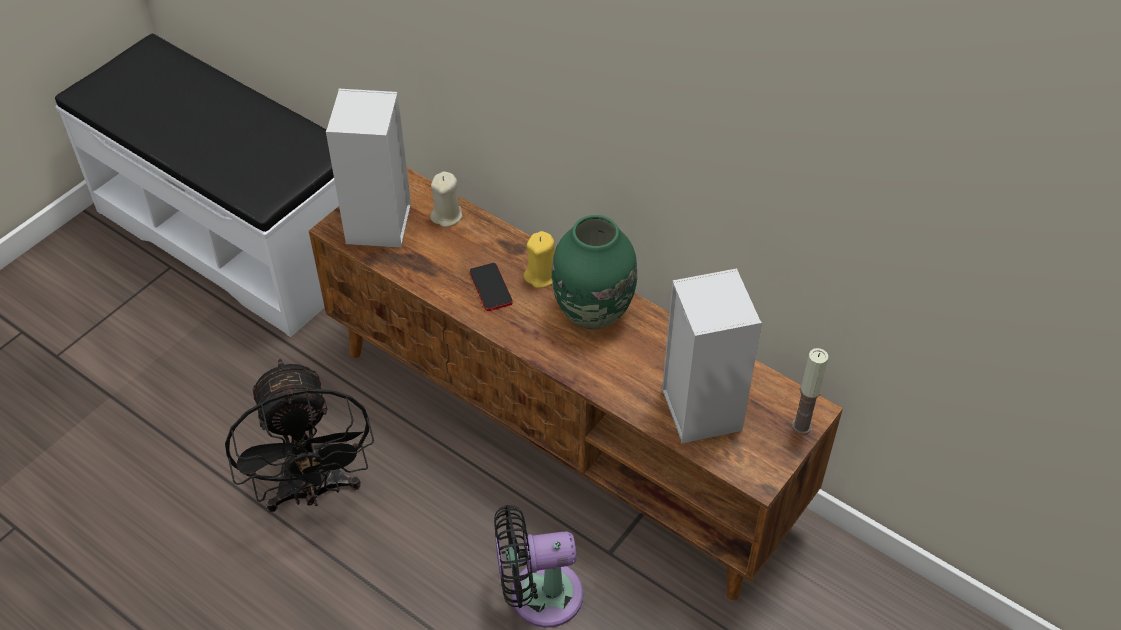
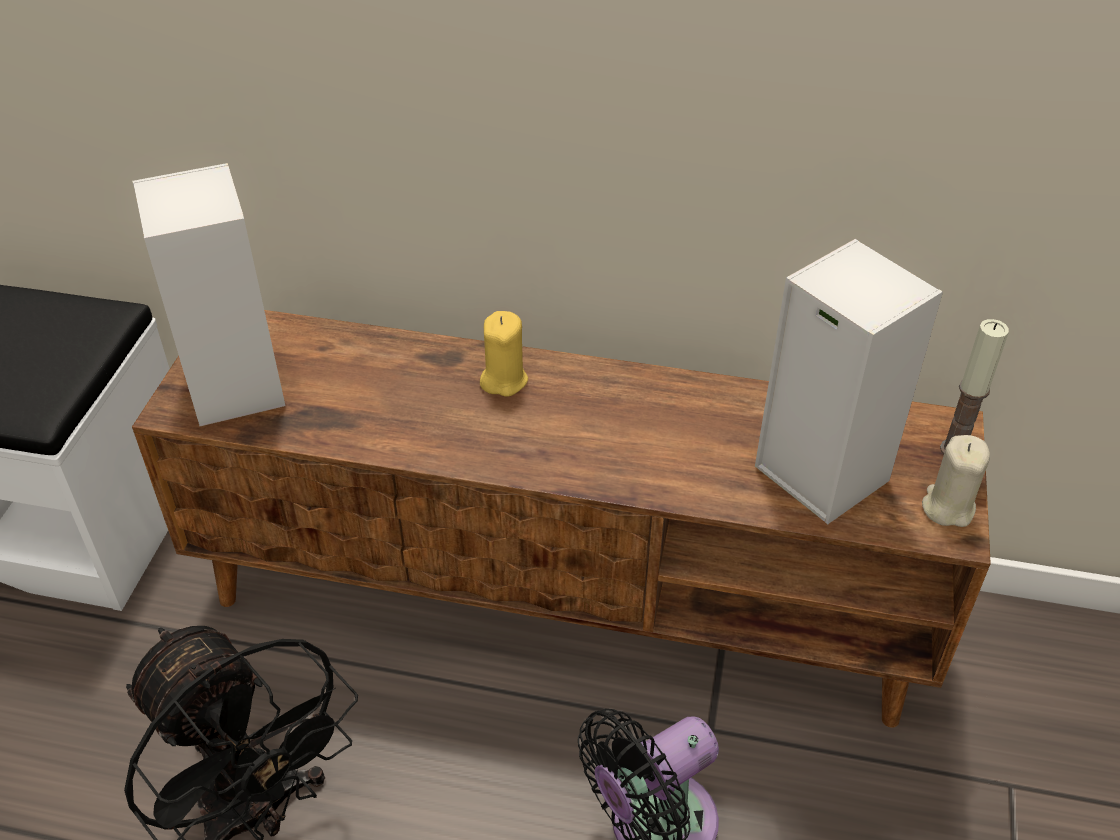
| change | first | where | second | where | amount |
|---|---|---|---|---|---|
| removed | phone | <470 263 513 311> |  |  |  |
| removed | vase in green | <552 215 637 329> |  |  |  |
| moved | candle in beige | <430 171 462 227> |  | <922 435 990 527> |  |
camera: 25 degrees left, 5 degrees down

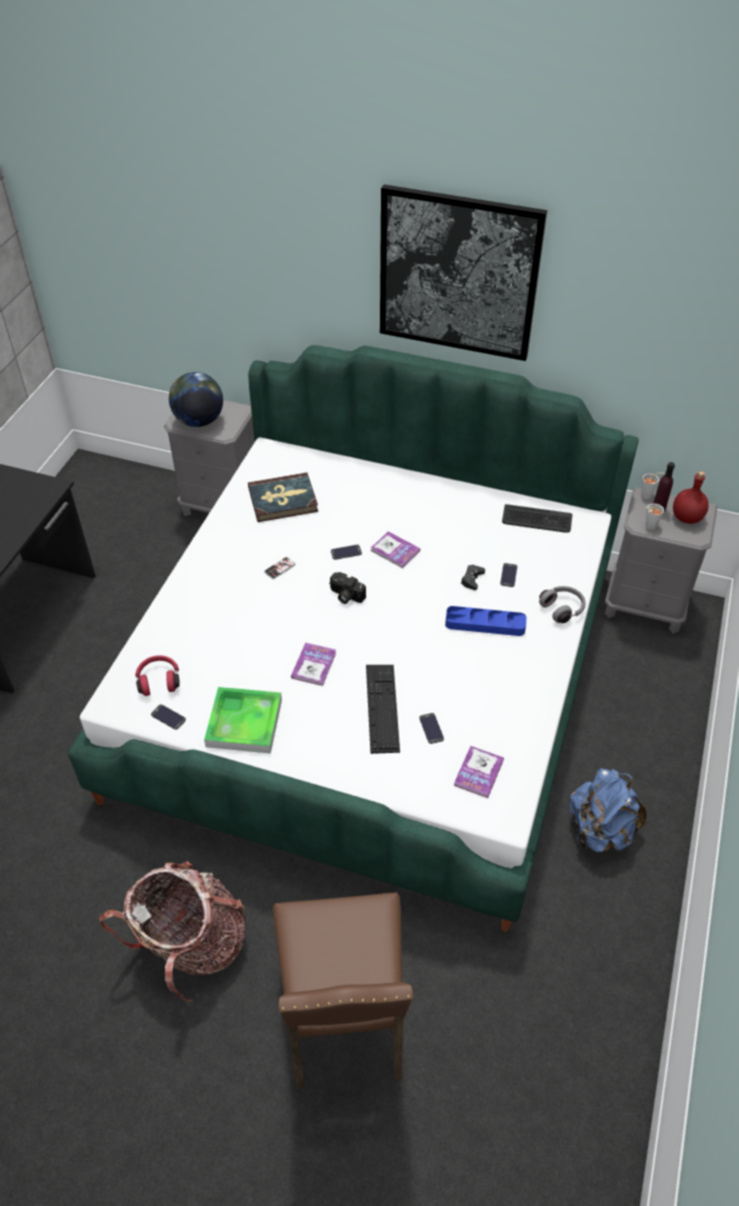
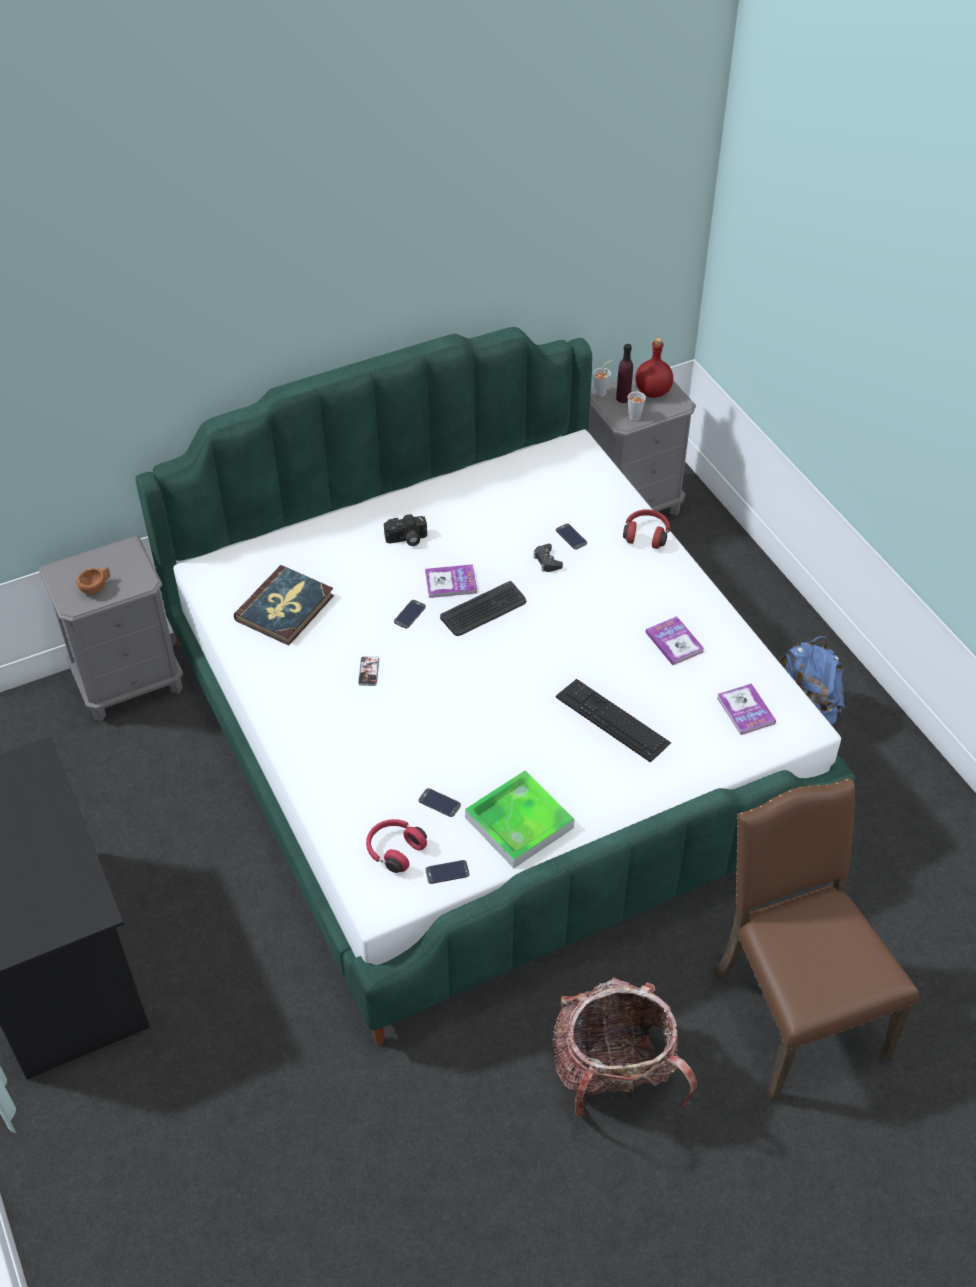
| change | first | where | second | where | amount |
|---|---|---|---|---|---|
| removed | picture | <380 185 547 361> |  |  |  |
| removed | tray in blue | <445 606 526 636> |  |  |  |
| moved | book | <291 643 336 686> |  | <646 616 705 665> |  |
| moved | photo camera | <329 572 366 604> |  | <384 514 427 546> |  |
| moved | phone | <419 713 444 744> |  | <419 788 461 817> |  |
| moved | keyboard | <502 504 572 533> |  | <440 581 526 636> |  |
| replaced | globe | <169 372 223 427> | cup in brown | <76 567 110 595> |  |
| recoloured | headphones in grey | <539 586 586 623> | headphones in red | <623 509 670 549> |  |
| turned | chair in brown | <273 892 414 1089> |  | <714 778 919 1102> | 150 degrees counterclockwise |
camera: 45 degrees left, 0 degrees up

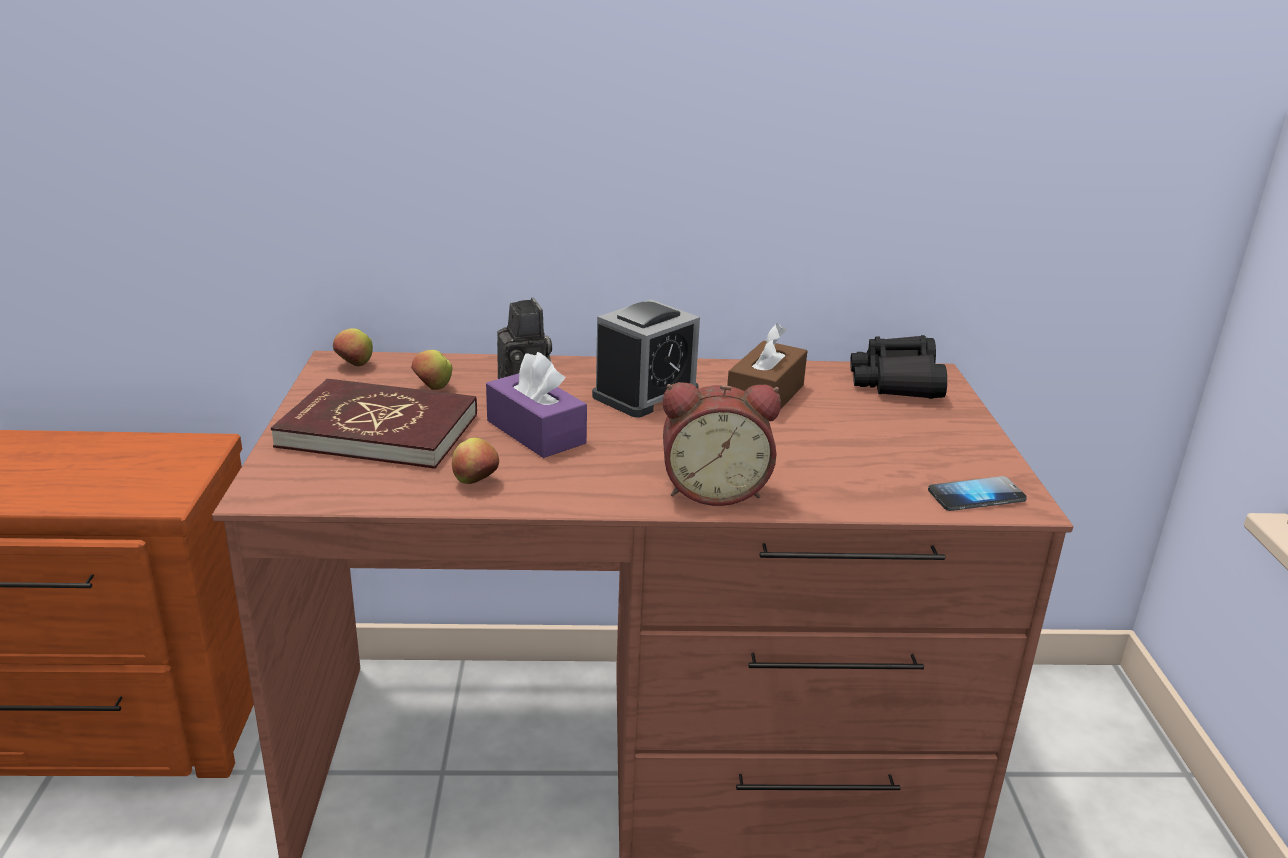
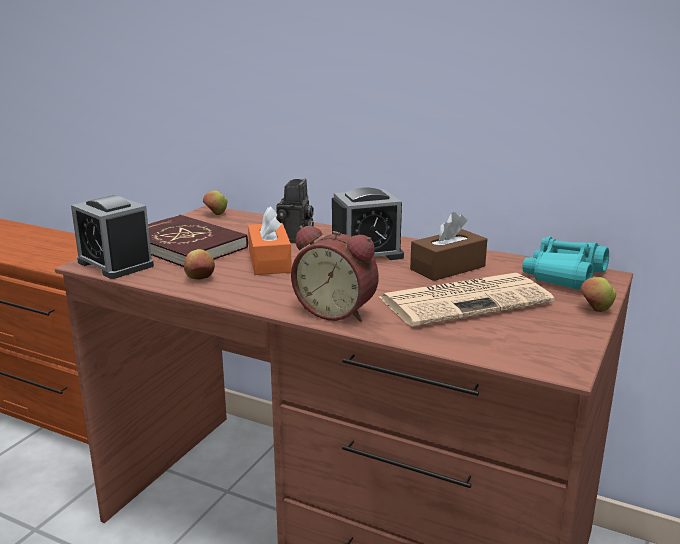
| change | first | where | second | where | amount |
|---|---|---|---|---|---|
| removed | phone | <928 476 1027 511> |  |  |  |
| added |  |  | alarm clock | <71 195 154 279> |  |
| added |  |  | newspaper | <380 273 555 327> |  |
| moved | apple | <411 350 453 390> |  | <580 277 616 312> |  |
| recoloured | tissue box in purple | <486 352 587 458> | tissue box in orange | <248 206 292 275> |  |
| recoloured | binoculars in black | <850 335 947 399> | binoculars in turquoise | <522 237 609 290> |  |
camera: 30 degrees right, 5 degrees down

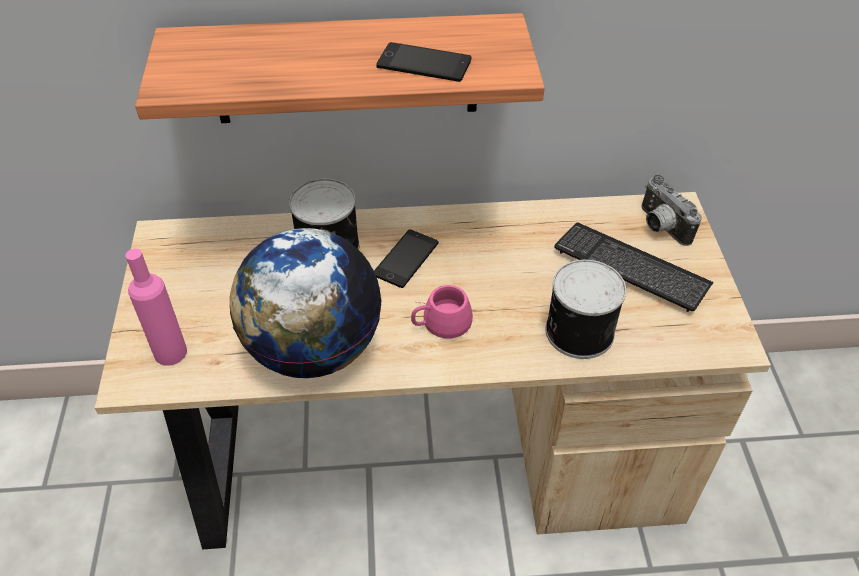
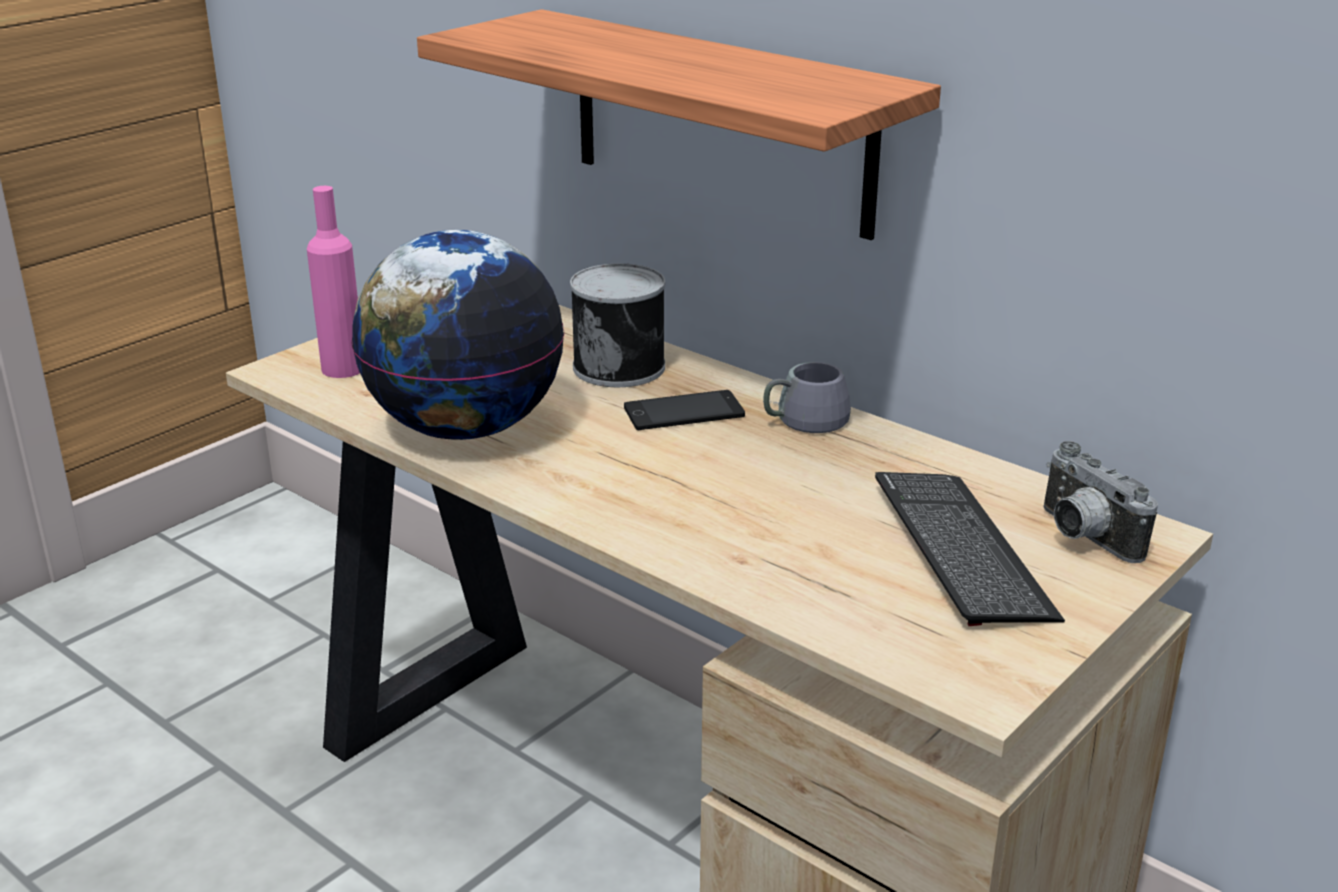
| change | first | where | second | where | amount |
|---|---|---|---|---|---|
| removed | phone | <376 42 471 82> |  |  |  |
| removed | mug in pink | <411 285 473 339> |  |  |  |
| removed | can | <545 260 626 359> |  |  |  |
| added |  |  | mug in grey | <763 362 851 433> |  |
| turned | photo camera | <641 175 702 246> |  | <1044 441 1158 563> | 45 degrees counterclockwise |
camera: 45 degrees right, 20 degrees down

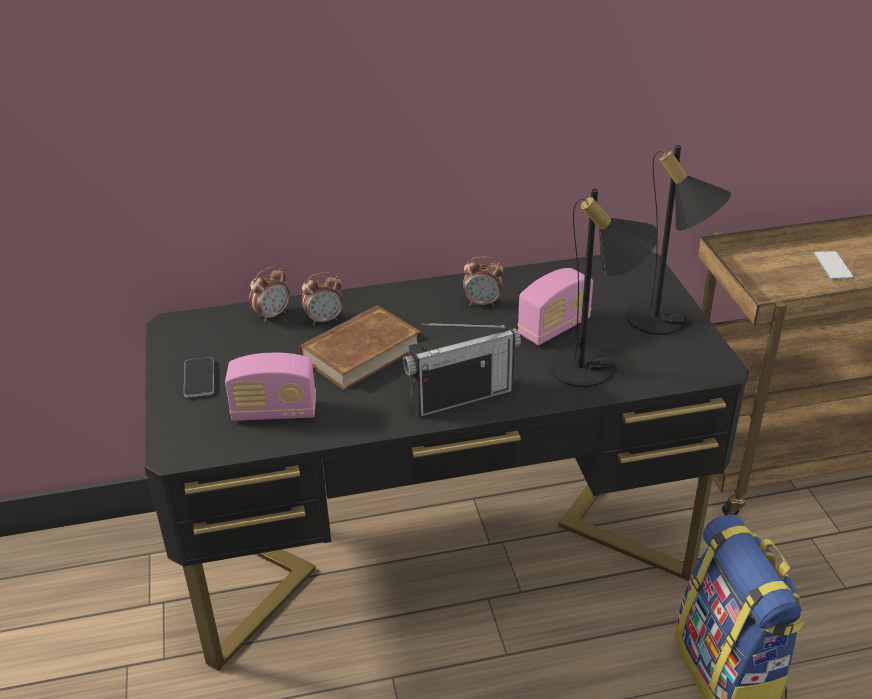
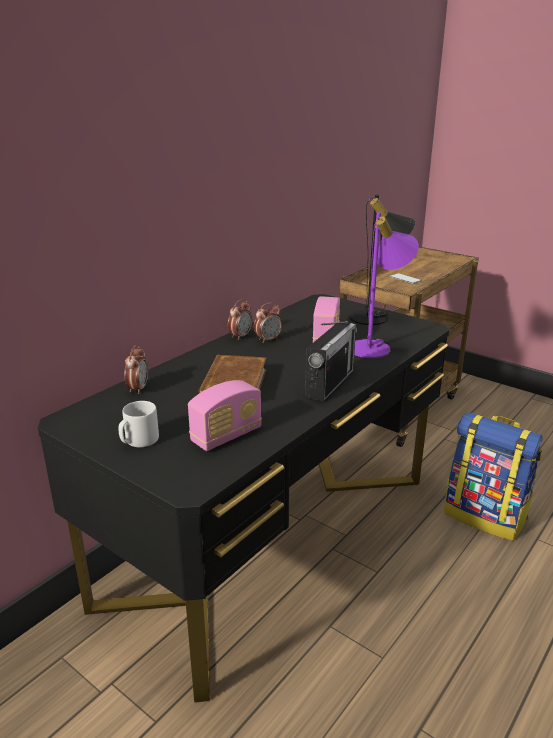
| change | first | where | second | where | amount |
|---|---|---|---|---|---|
| moved | alarm clock | <302 272 343 325> |  | <228 299 252 340> |  |
| replaced | phone | <184 357 214 398> | mug in grey | <118 401 159 447> |  |
| recoloured | table lamp in black | <550 189 658 387> | table lamp in purple | <354 212 419 358> |  |
camera: 40 degrees left, 10 degrees down

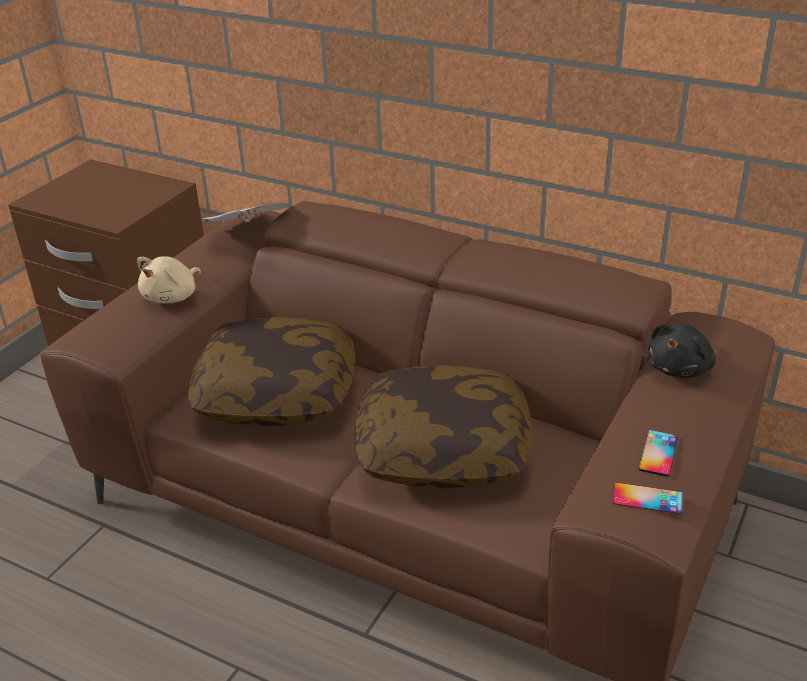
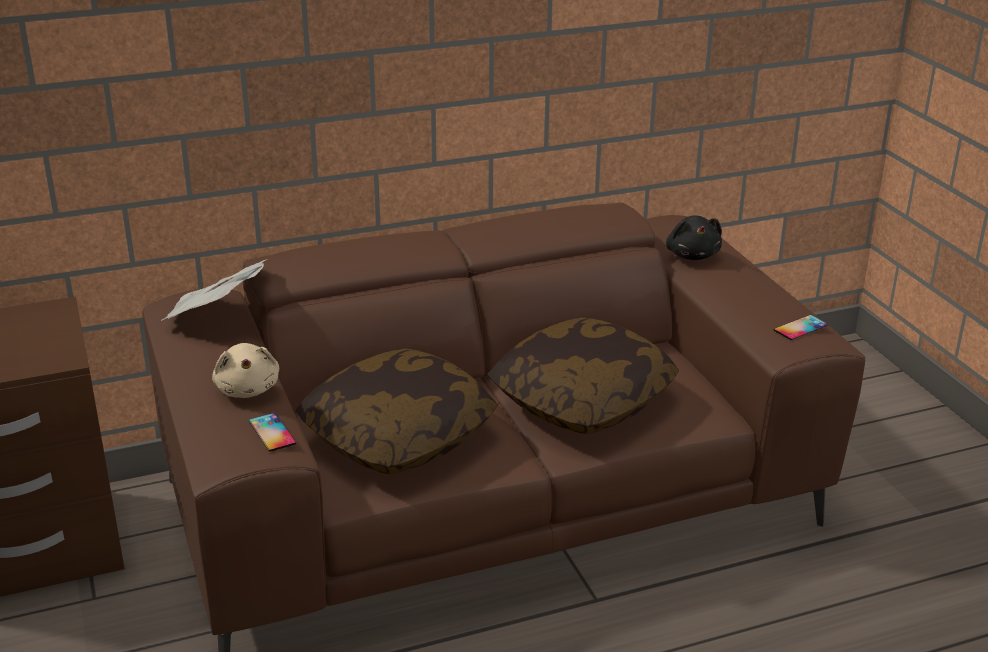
| change | first | where | second | where | amount |
|---|---|---|---|---|---|
| moved | phone | <638 430 678 476> |  | <249 413 296 452> |  |
camera: 50 degrees left, 5 degrees down

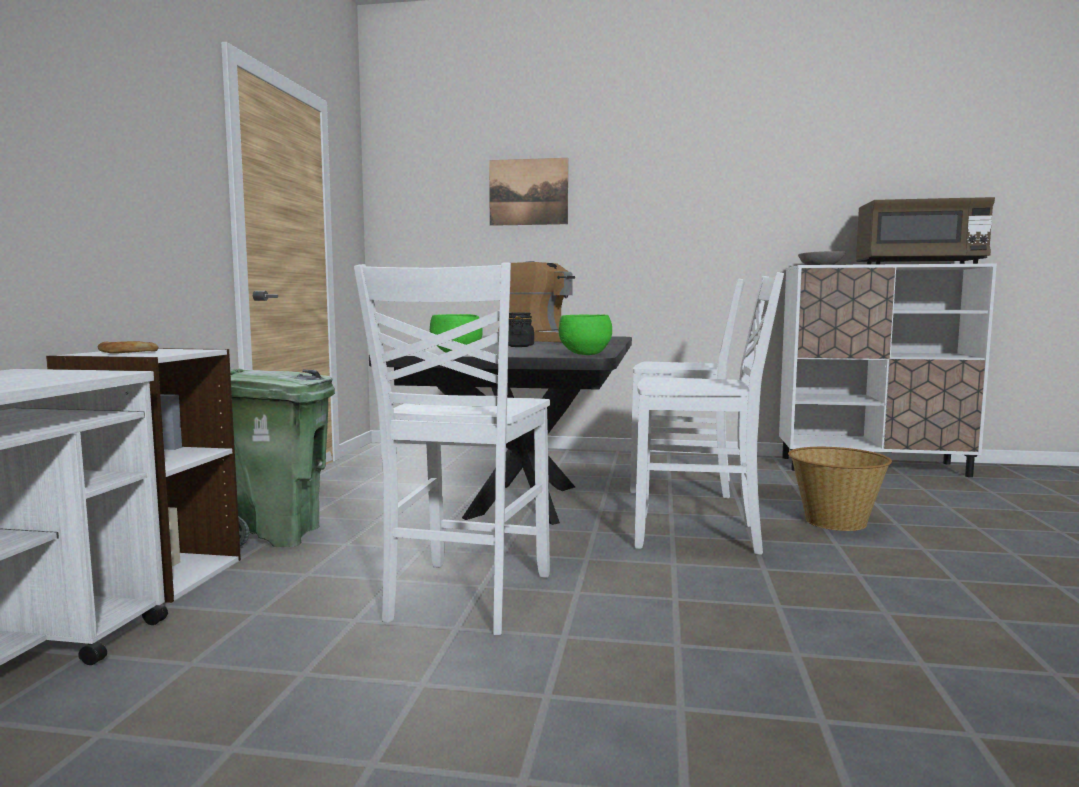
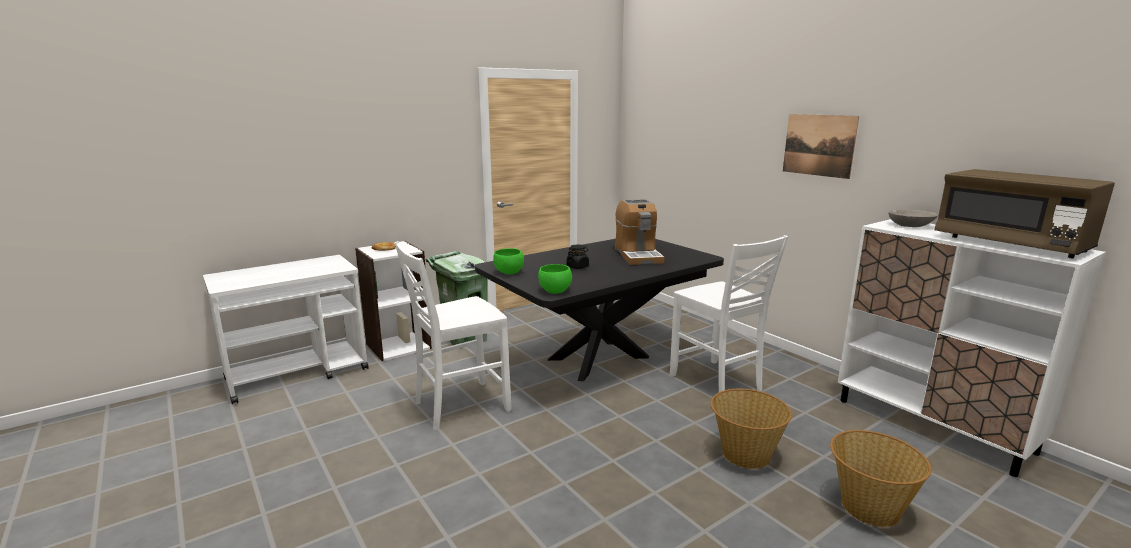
| change | first | where | second | where | amount |
|---|---|---|---|---|---|
| removed | chair in white | <635 272 784 555> |  |  |  |
| added |  |  | basket | <830 430 932 527> |  |
| moved | picture | <489 158 568 226> |  | <783 114 859 179> |  |
camera: 45 degrees right, 10 degrees up

